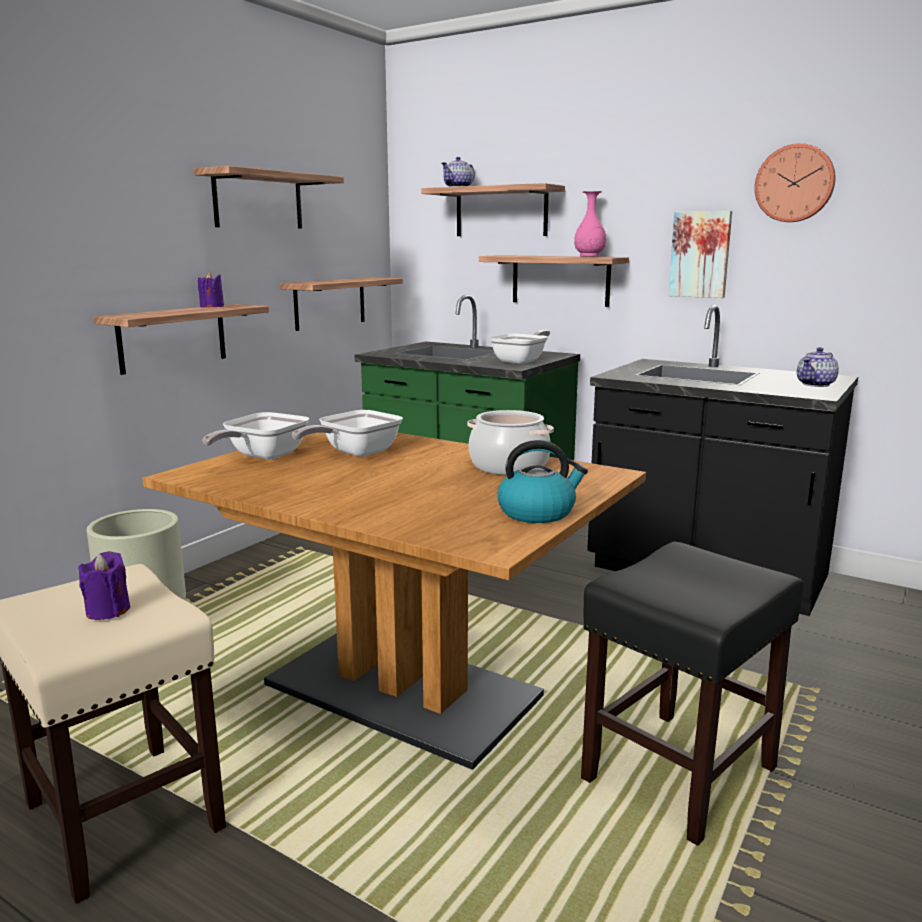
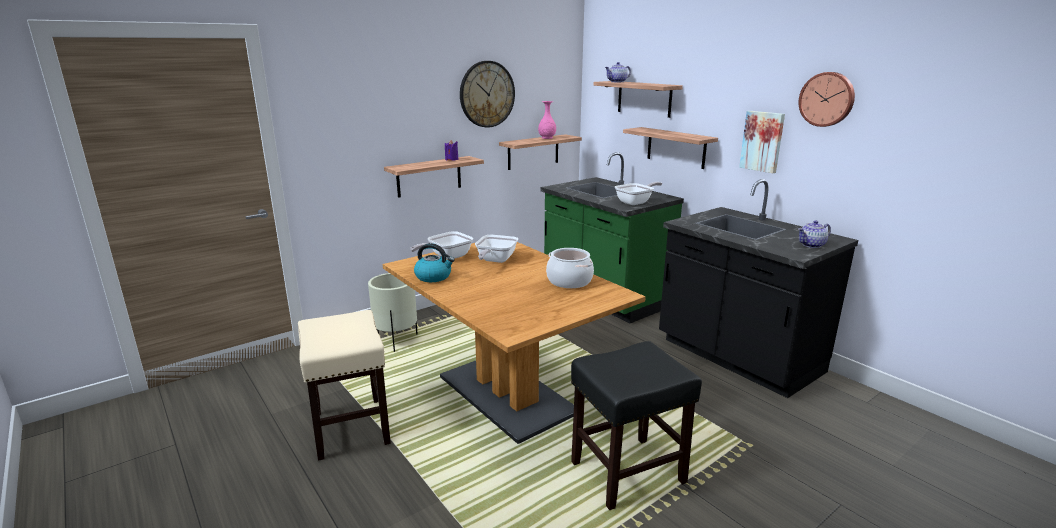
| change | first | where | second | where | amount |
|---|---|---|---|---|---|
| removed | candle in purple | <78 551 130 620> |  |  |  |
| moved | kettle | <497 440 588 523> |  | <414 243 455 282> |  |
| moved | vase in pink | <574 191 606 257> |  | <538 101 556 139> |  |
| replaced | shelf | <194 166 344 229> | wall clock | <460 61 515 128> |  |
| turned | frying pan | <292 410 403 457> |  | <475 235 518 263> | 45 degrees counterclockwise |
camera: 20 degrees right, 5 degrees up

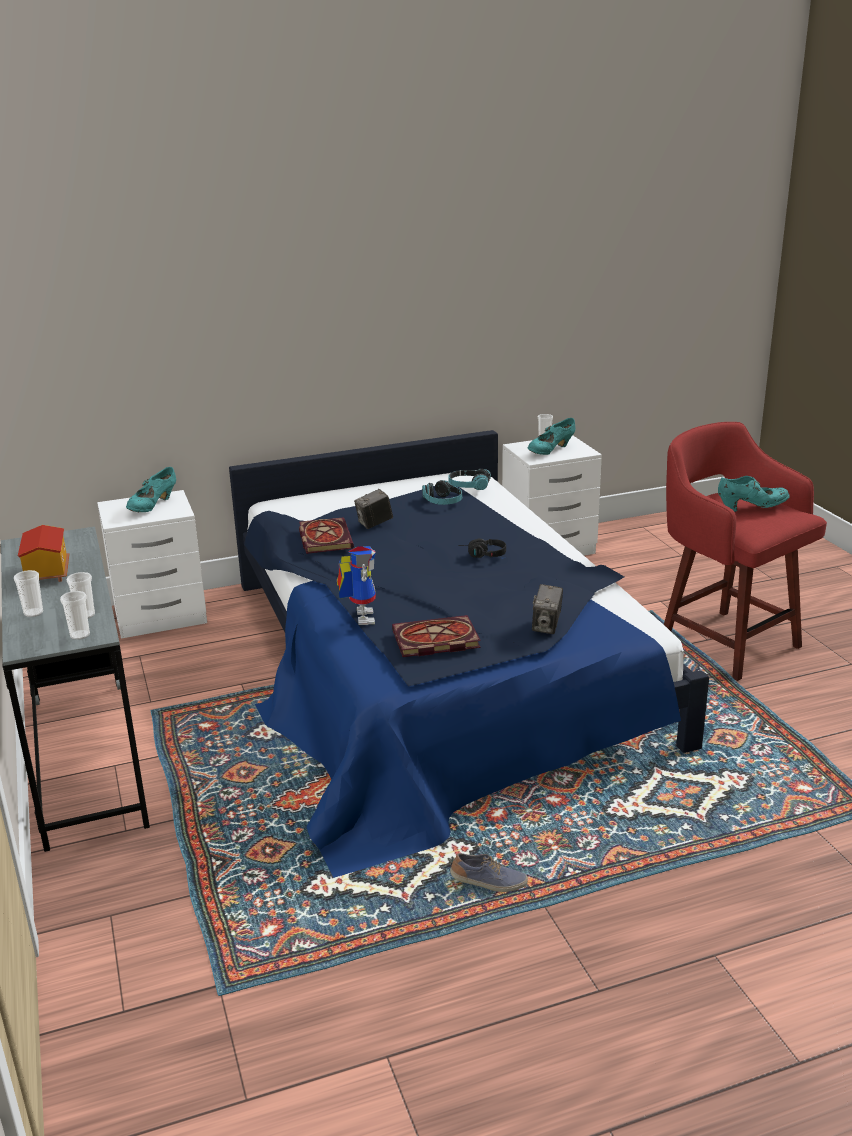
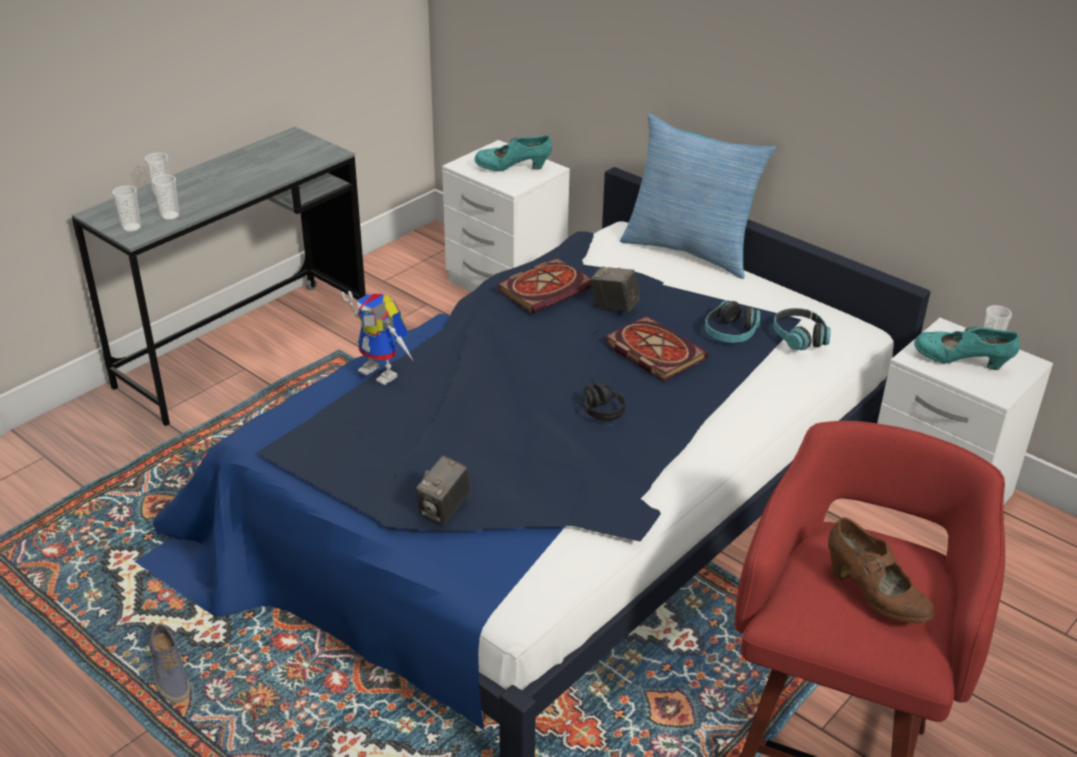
| change | first | where | second | where | amount |
|---|---|---|---|---|---|
| removed | toy house | <18 525 69 582> |  |  |  |
| added |  |  | pillow | <620 114 776 279> |  |
| moved | book | <392 615 481 657> |  | <605 316 709 381> |  |
| recoloured | shoe in turquoise | <718 476 790 512> | shoe in brown | <828 517 934 623> |  |
| turned | toy robot | <337 546 376 625> |  | <341 291 414 385> | 75 degrees clockwise |
| turned | photo camera | <532 584 563 634> |  | <416 455 470 525> | 45 degrees counterclockwise |
camera: 60 degrees right, 10 degrees up

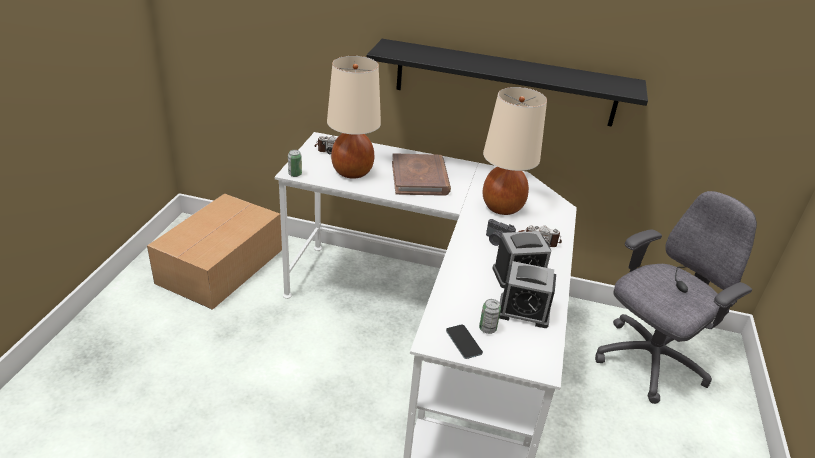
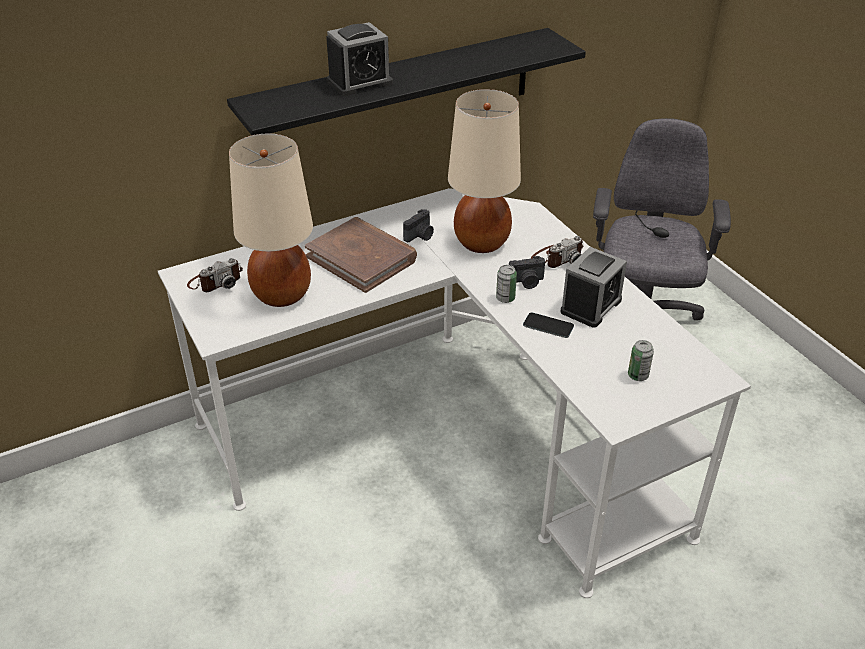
| change | first | where | second | where | amount |
|---|---|---|---|---|---|
| removed | cardboard box | <147 193 282 310> |  |  |  |
| added |  |  | photo camera | <403 209 434 242> |  |
| moved | can | <288 150 302 177> |  | <496 265 517 303> |  |
| moved | phone | <446 324 483 359> |  | <523 312 574 338> |  |
| moved | alarm clock | <499 261 556 328> |  | <326 22 393 96> |  |
camera: 40 degrees left, 5 degrees up

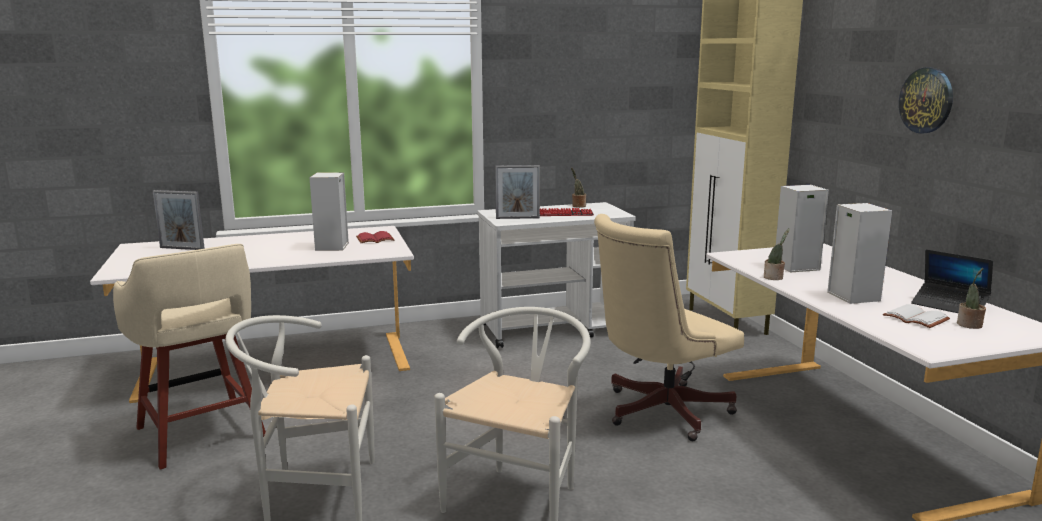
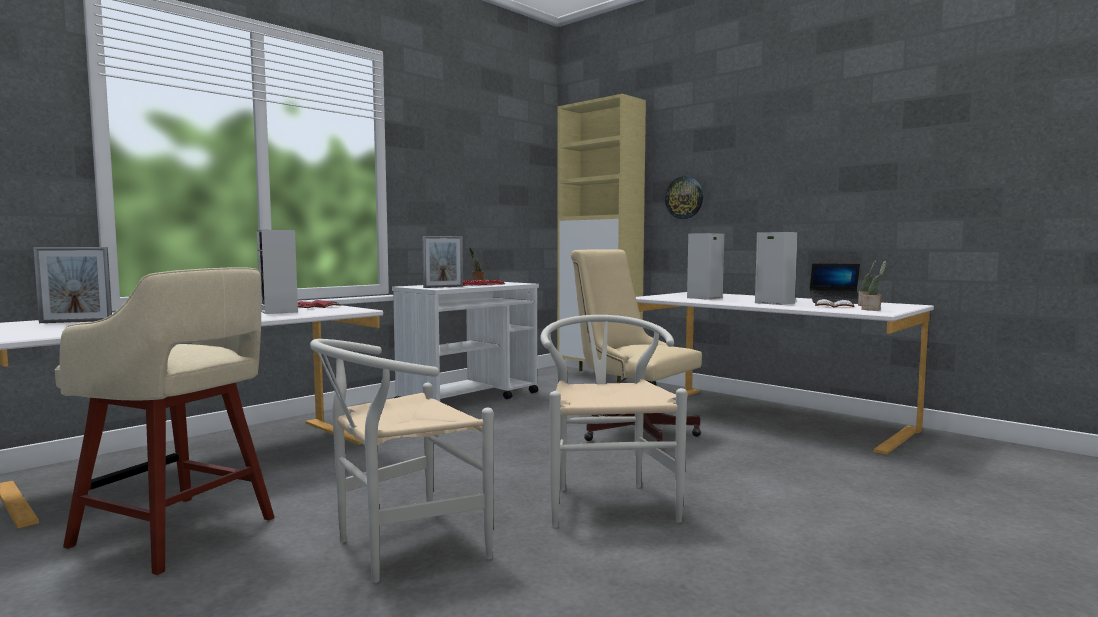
| change | first | where | second | where | amount |
|---|---|---|---|---|---|
| moved | potted plant | <764 228 790 280> |  | <861 261 886 311> |  |
| moved | wall clock | <899 68 953 133> |  | <665 176 703 219> |  |
| turned | office chair in beige | <594 214 744 441> |  | <571 249 702 442> | 105 degrees clockwise |
camera: 30 degrees left, 10 degrees down

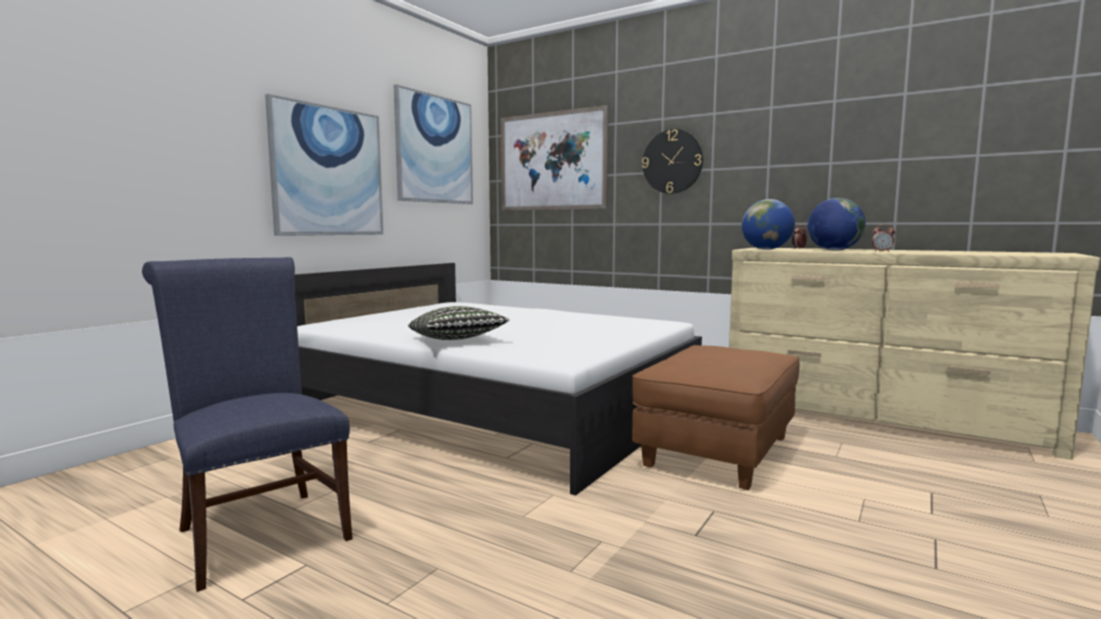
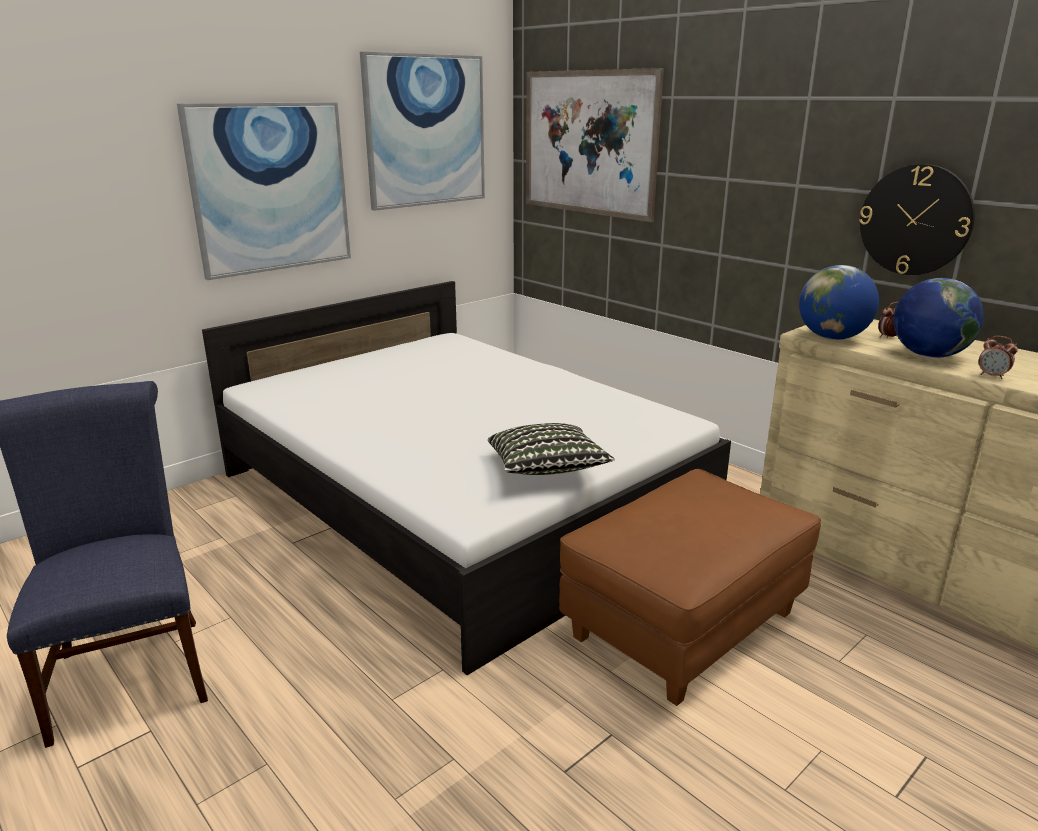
| change | first | where | second | where | amount |
|---|---|---|---|---|---|
| moved | pillow | <408 306 510 340> |  | <488 423 614 475> |  |
| moved | wall clock | <642 129 703 194> |  | <859 164 975 275> |  |
camera: 15 degrees right, 15 degrees up

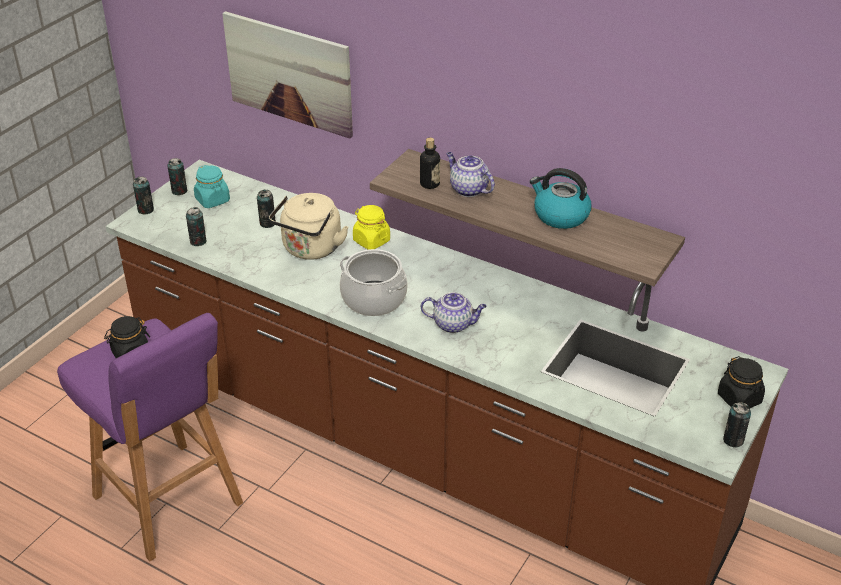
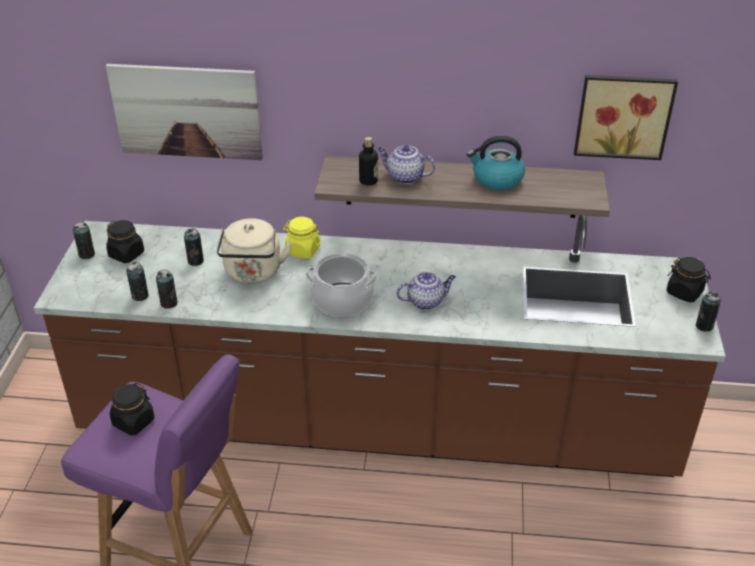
| change | first | where | second | where | amount |
|---|---|---|---|---|---|
| added |  |  | picture | <574 75 678 160> |  |
| moved | can | <133 177 154 215> |  | <156 270 178 309> |  |
| recoloured | jar in turquoise | <194 165 230 208> | jar in black | <106 220 144 263> |  |
camera: 25 degrees left, 0 degrees up

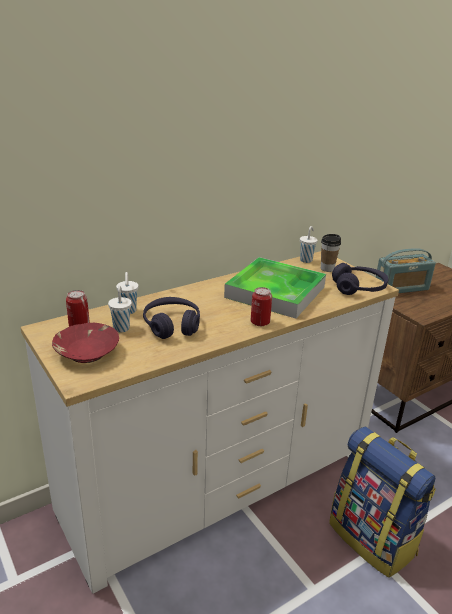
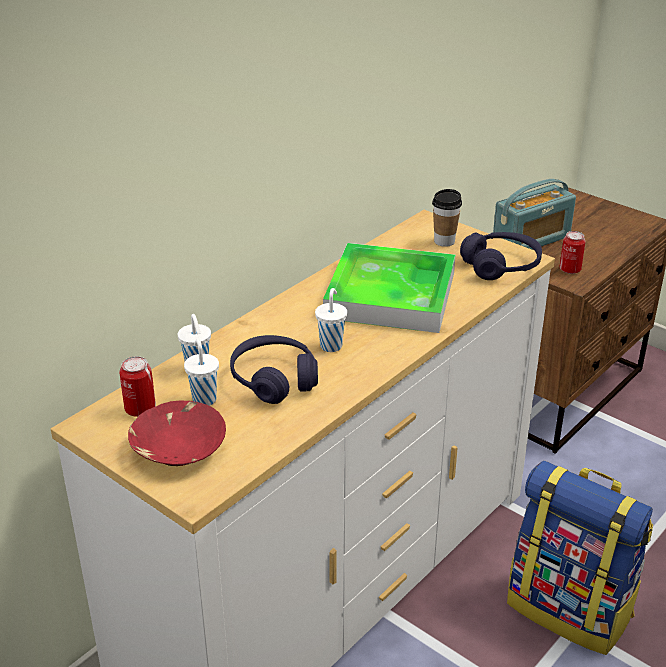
| change | first | where | second | where | amount |
|---|---|---|---|---|---|
| moved | can | <251 287 272 326> |  | <559 231 586 274> |  |
| moved | cup in white | <300 226 318 263> |  | <315 288 347 352> |  |
camera: 15 degrees left, 5 degrees up

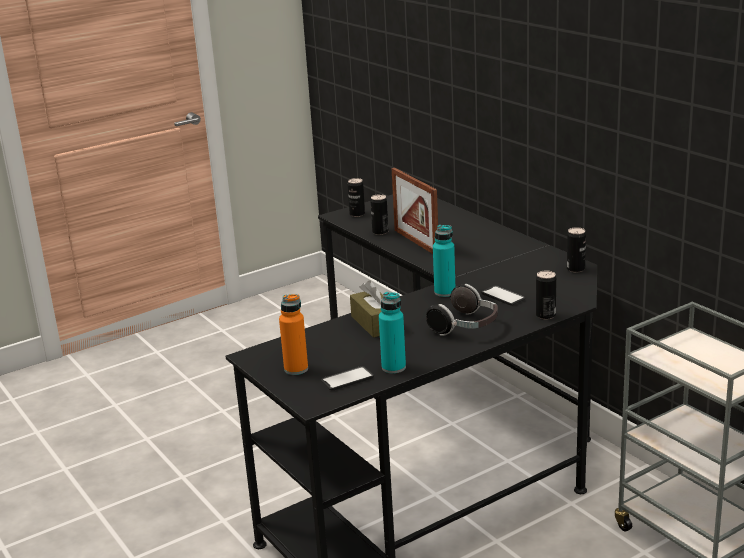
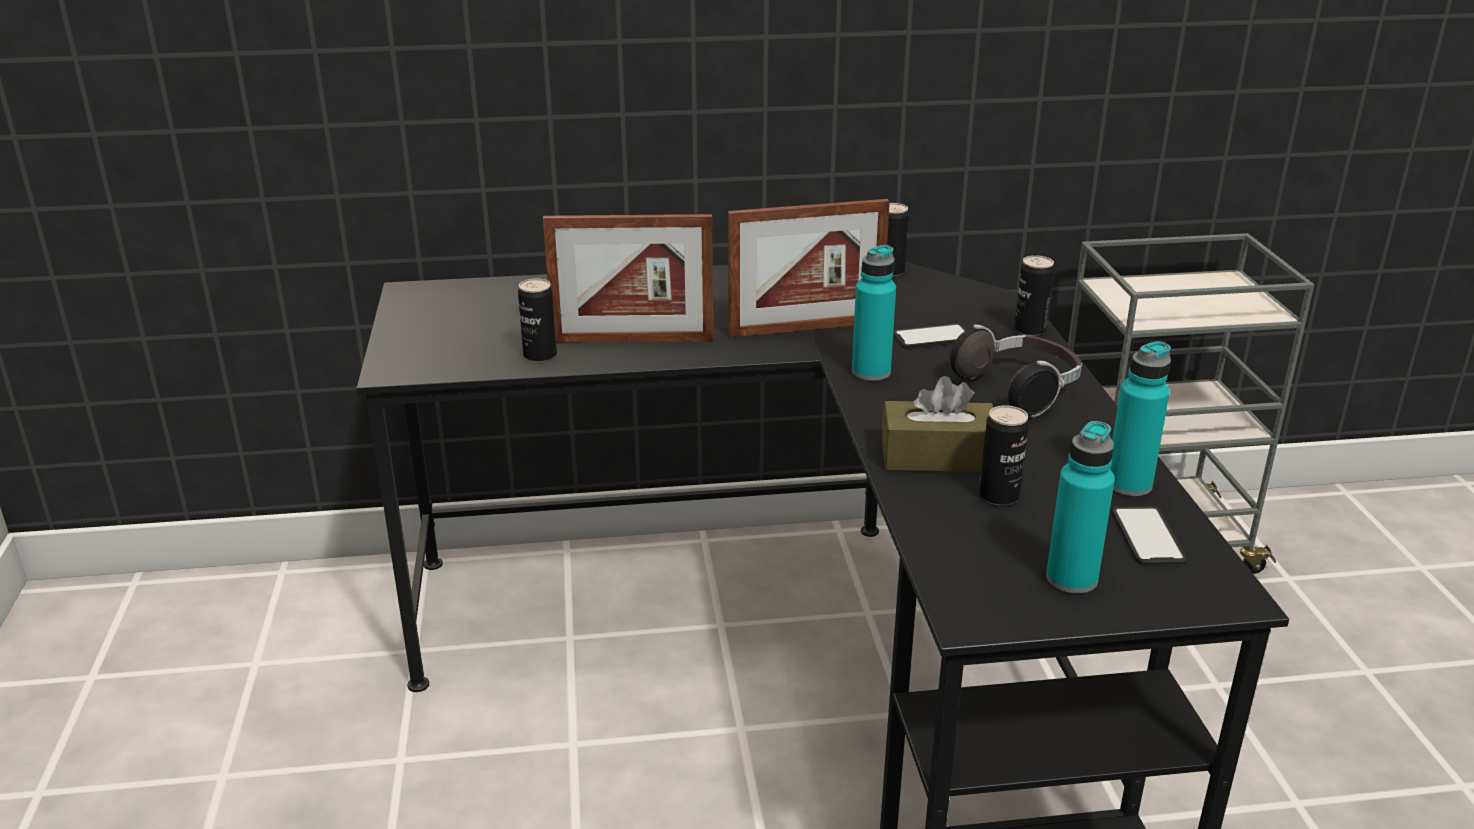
| change | first | where | second | where | amount |
|---|---|---|---|---|---|
| added |  |  | picture frame | <728 199 890 338> |  |
| moved | can | <348 178 365 217> |  | <979 405 1029 505> |  |
| recoloured | bottle in orange | <279 294 308 375> | bottle in turquoise | <1046 421 1115 594> |  |
camera: 65 degrees left, 5 degrees up

